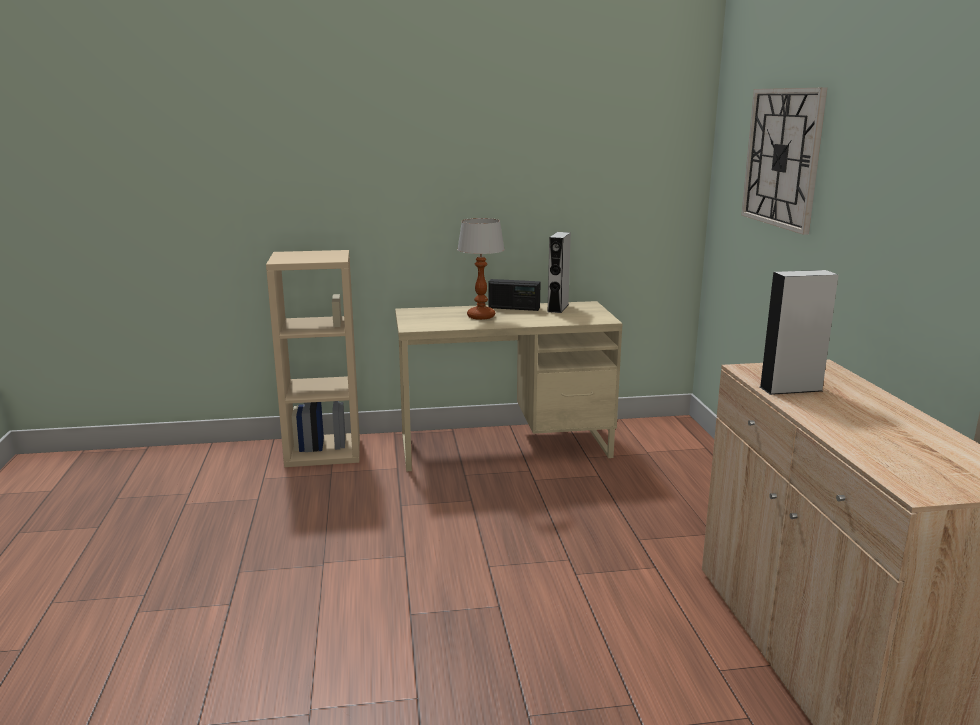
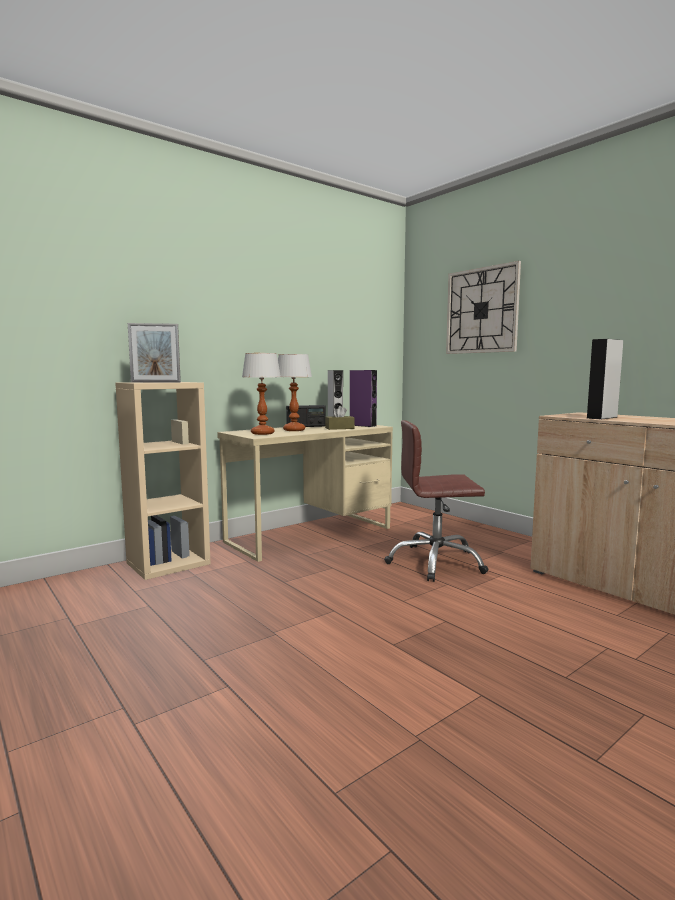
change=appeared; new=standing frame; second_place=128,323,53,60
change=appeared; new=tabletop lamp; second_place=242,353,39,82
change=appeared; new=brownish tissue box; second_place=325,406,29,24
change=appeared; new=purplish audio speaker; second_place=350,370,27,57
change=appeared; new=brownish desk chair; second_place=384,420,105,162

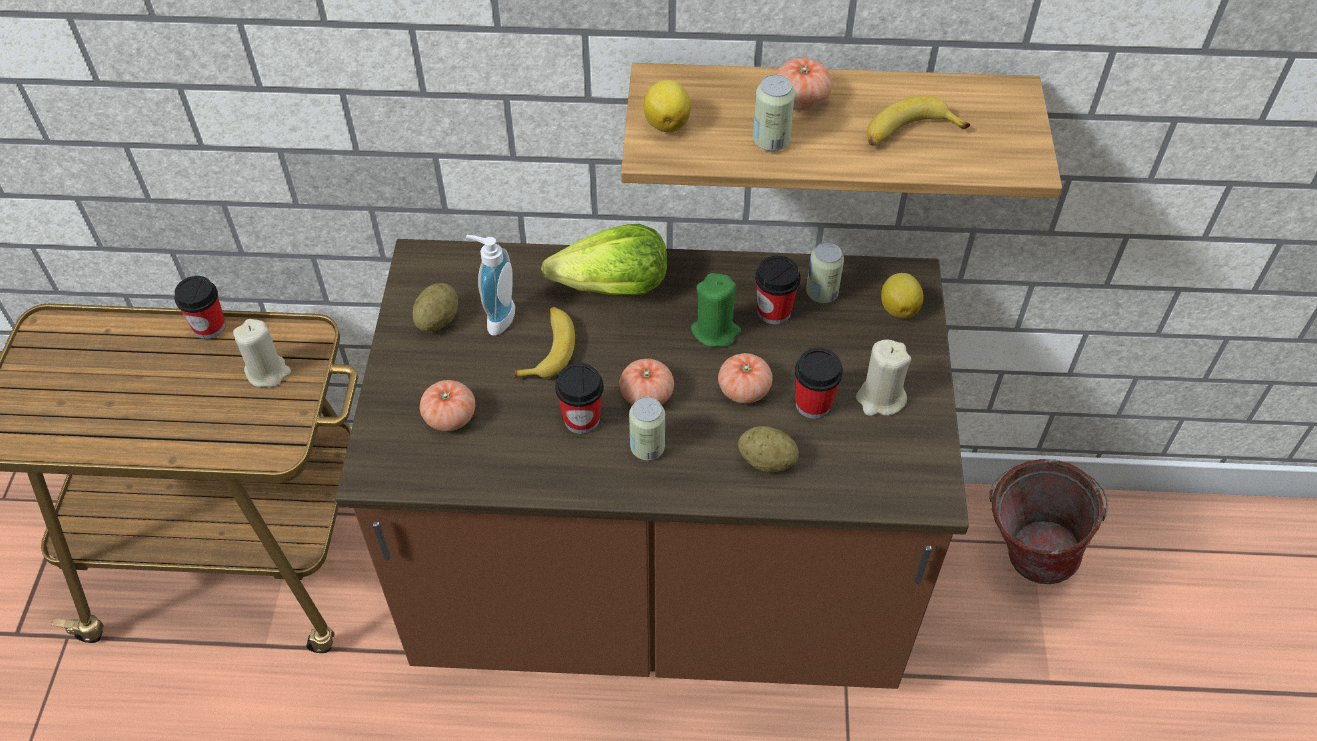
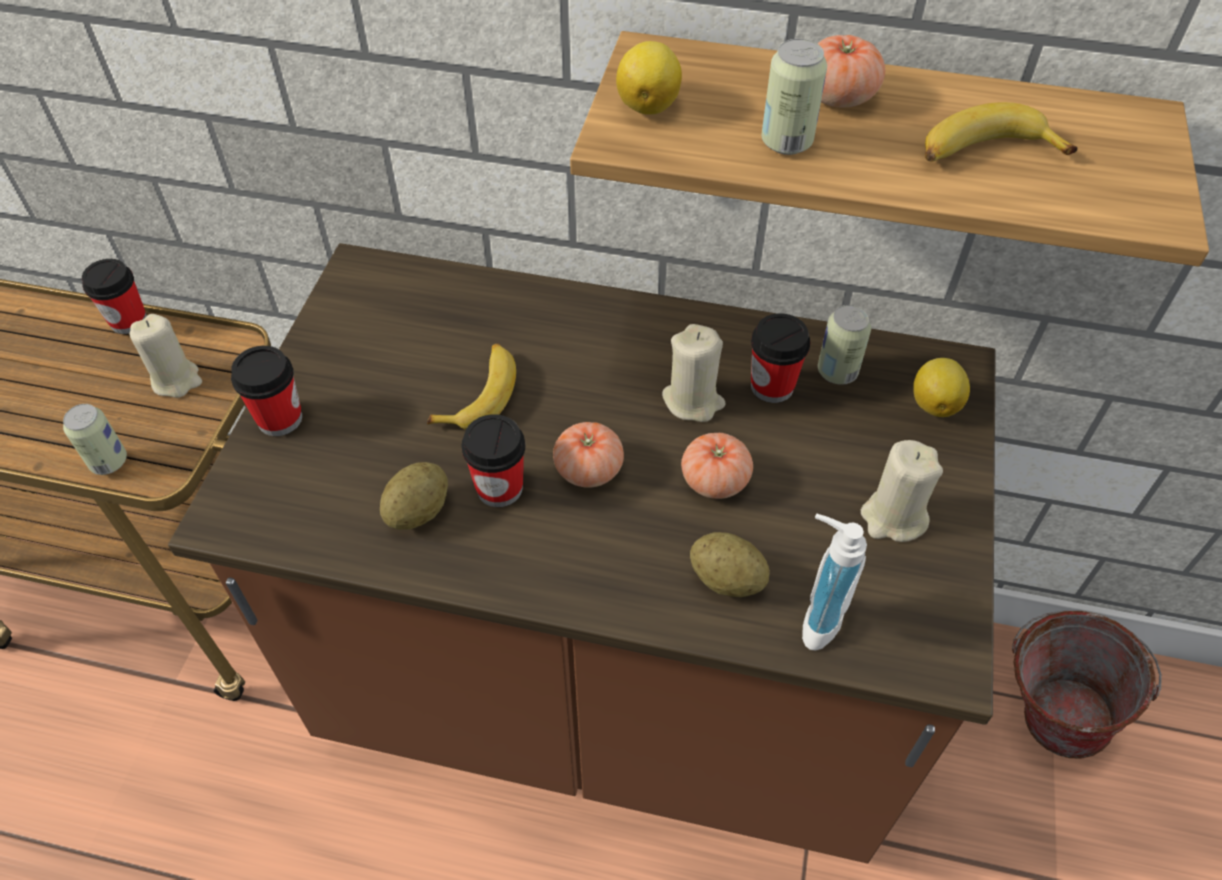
change=missing; old=whole tomato; first_place=420,380,55,51
change=missing; old=lettuce; first_place=541,224,126,71
change=relocated; old=whole potato; first_place=412,283,46,49; second_place=380,462,68,68
change=relocated; old=soap dispenser; first_place=466,235,49,101; second_place=802,513,65,138
change=relocated; old=metal can; first_place=629,397,36,63; second_place=63,404,64,71
change=relocated; old=drinking cup; first_place=795,348,48,71; second_place=231,346,71,90
change=colour; old=green candle; new=beige candle; first_place=691,273,50,74; second_place=662,324,63,98

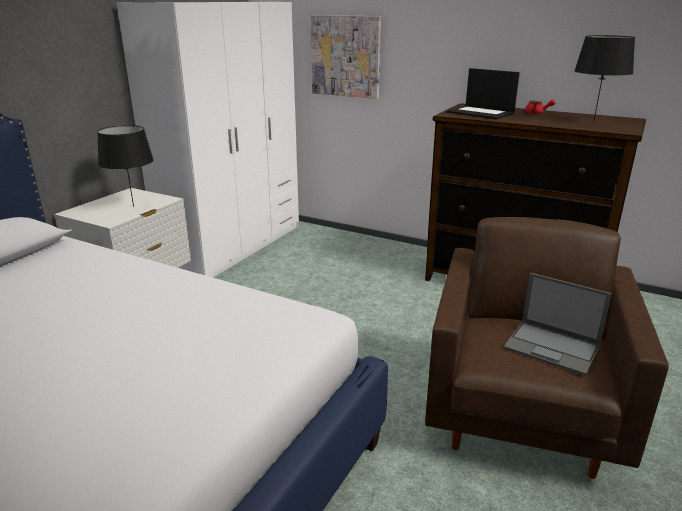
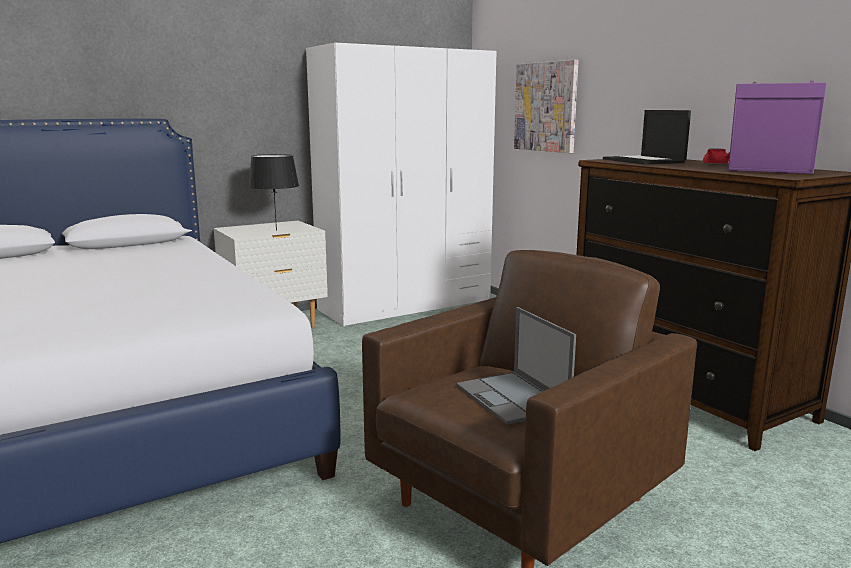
change=exchanged; old=black tabletop lamp; new=purplish audio speaker; first_place=574,35,61,86; second_place=728,81,99,93

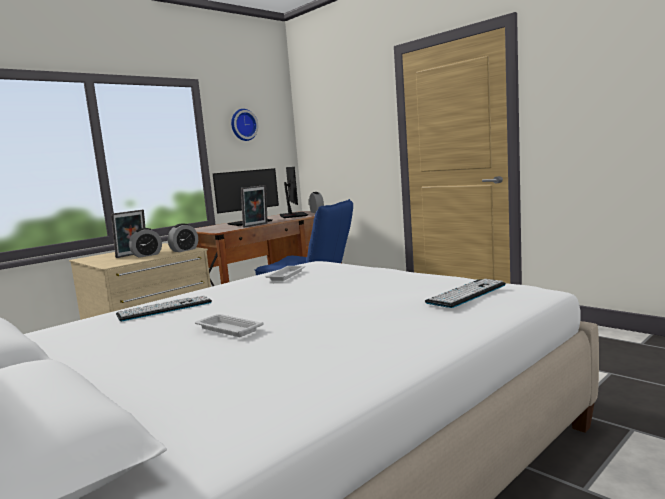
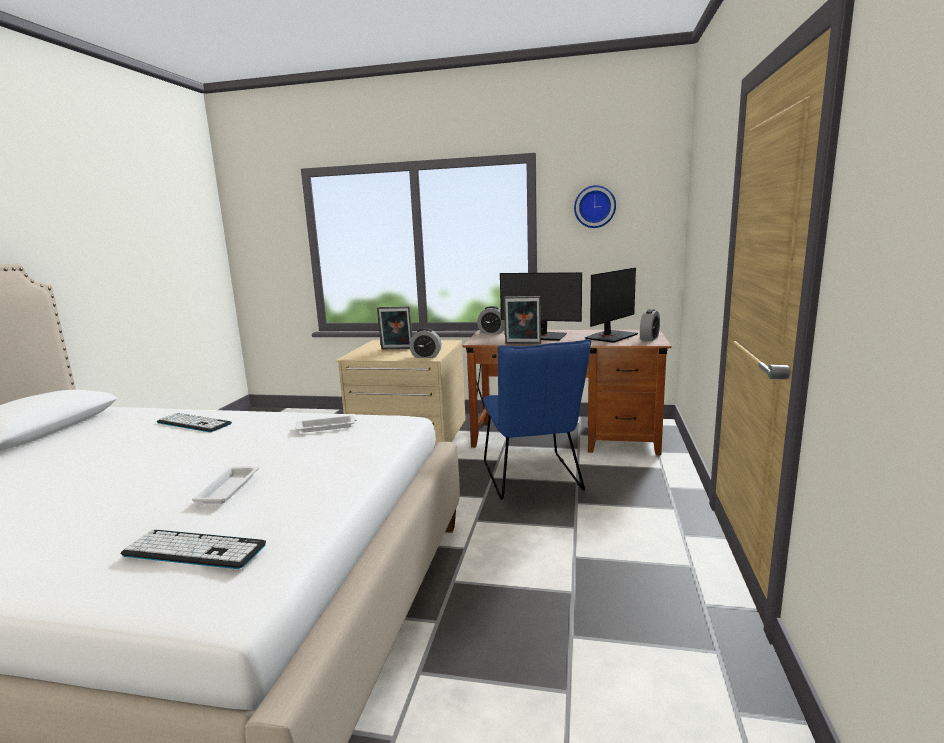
change=relocated; old=alarm clock; first_place=129,228,33,30; second_place=477,306,28,28
change=relocated; old=white-coloured carrying tray; first_place=195,314,68,23; second_place=192,466,67,38

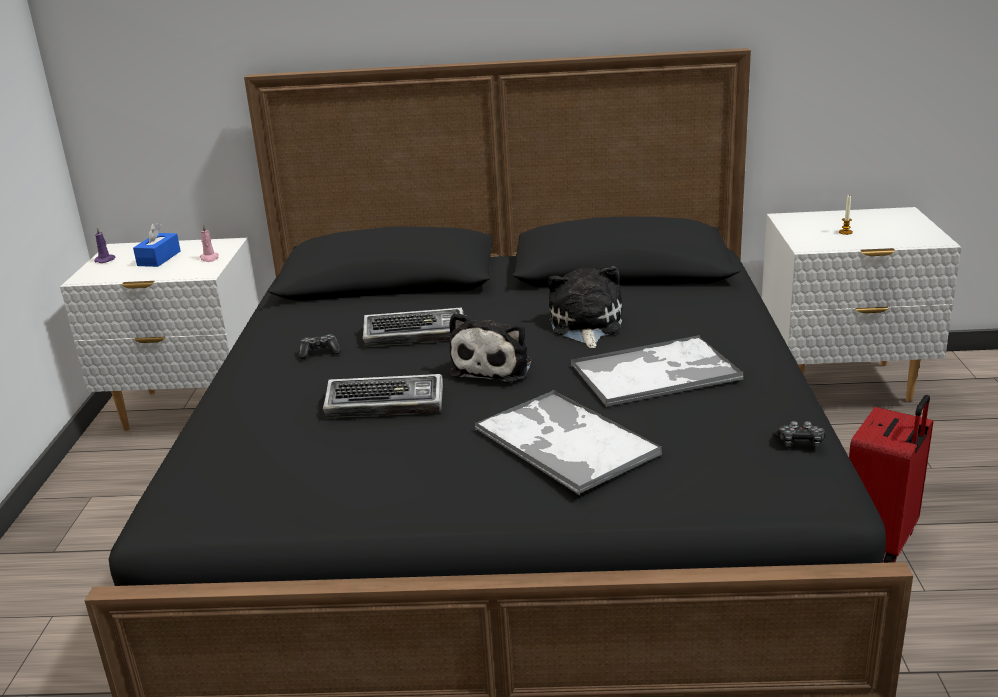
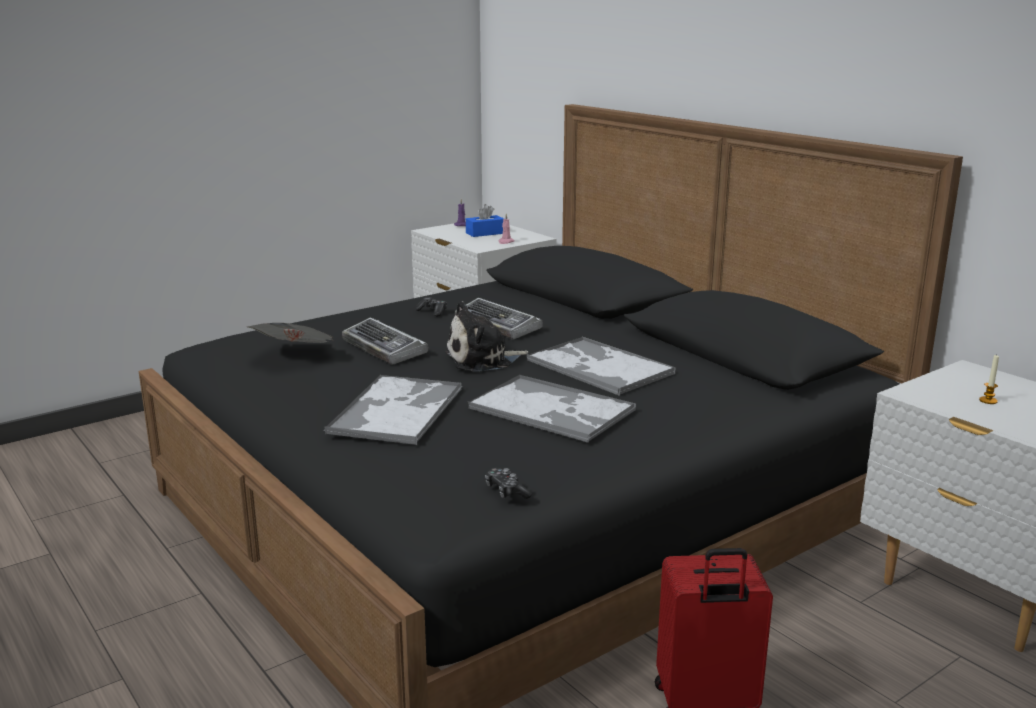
change=appeared; new=printed paper; second_place=248,323,85,20
change=exchanged; old=plush toy; new=carrying tray; first_place=548,266,74,82; second_place=527,337,149,59

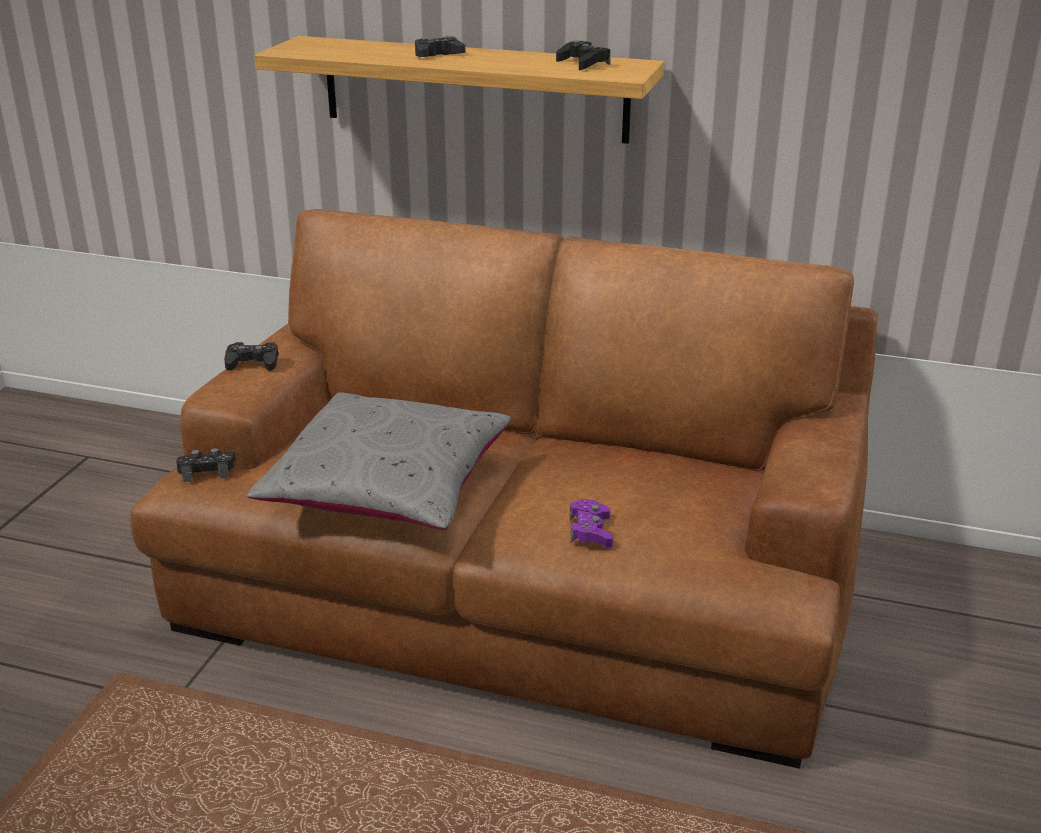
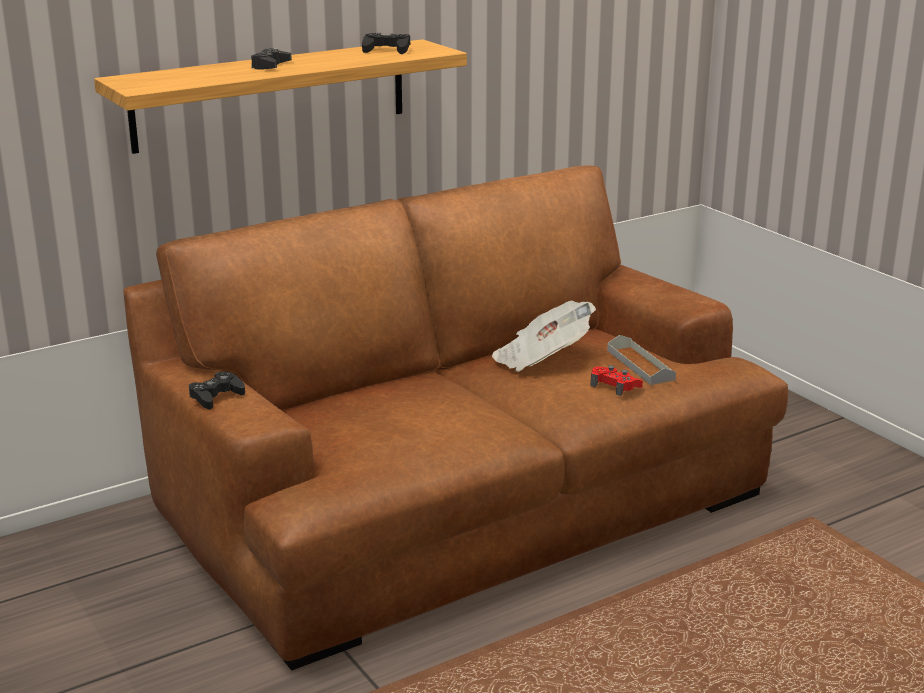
change=missing; old=black joypad; first_place=176,448,60,34
change=missing; old=grey throw pillow; first_place=247,392,264,138
change=appeared; new=printed paper; second_place=492,301,104,71
change=appeared; new=grey carrying tray; second_place=607,335,69,50
change=colour; old=purplish joypad; new=red-coloured joypad; first_place=570,499,43,48; second_place=590,365,53,31

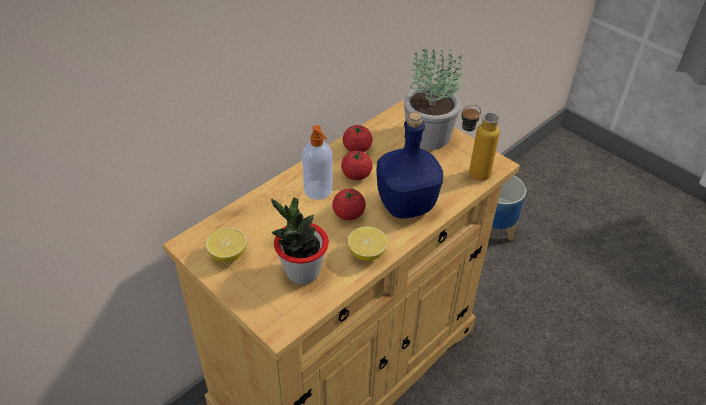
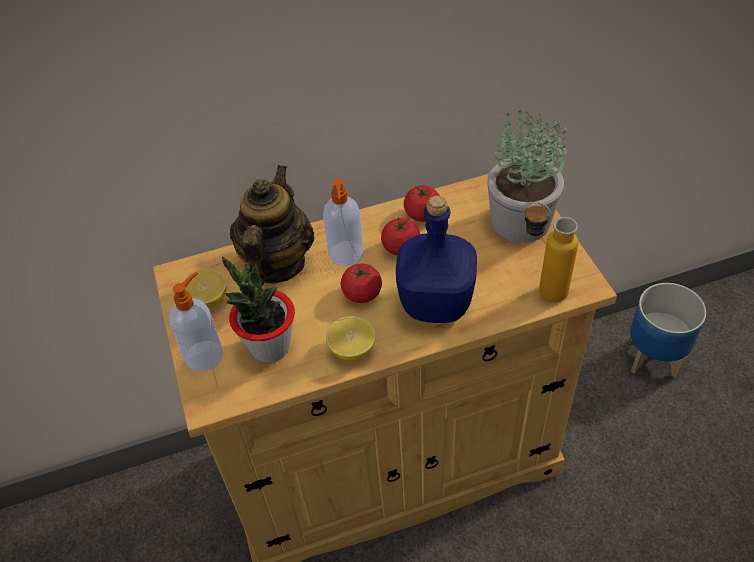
change=appeared; new=soap dispenser; second_place=169,272,54,100
change=appeared; new=tea pot; second_place=230,165,85,121

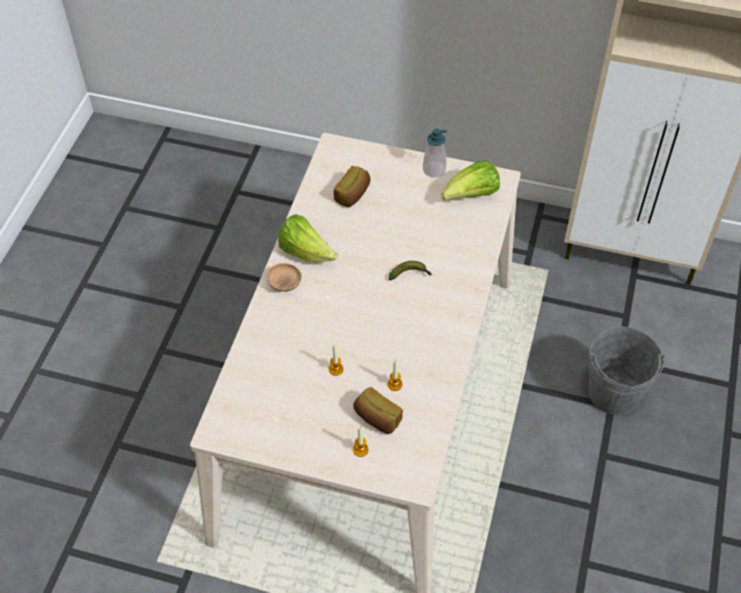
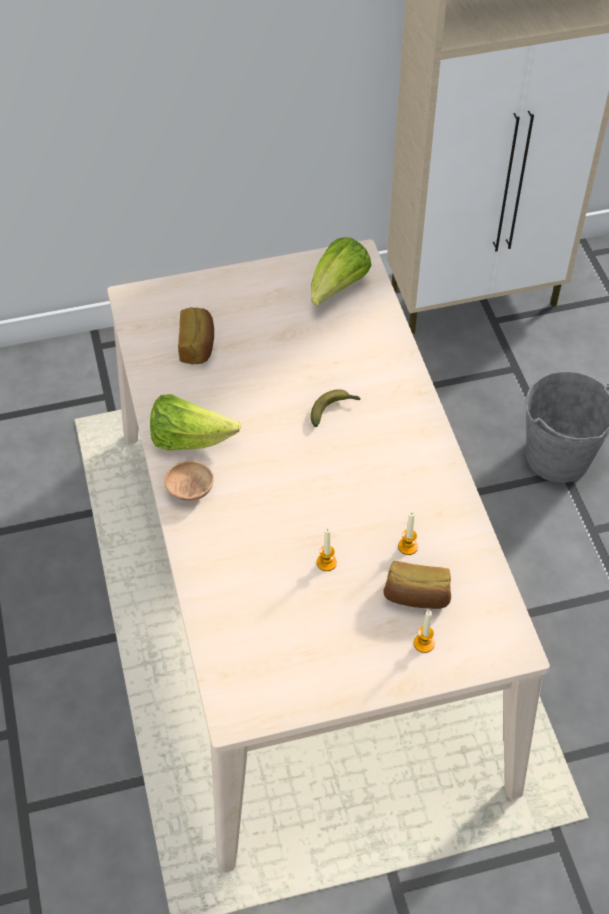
change=missing; old=soap dispenser; first_place=423,129,24,49

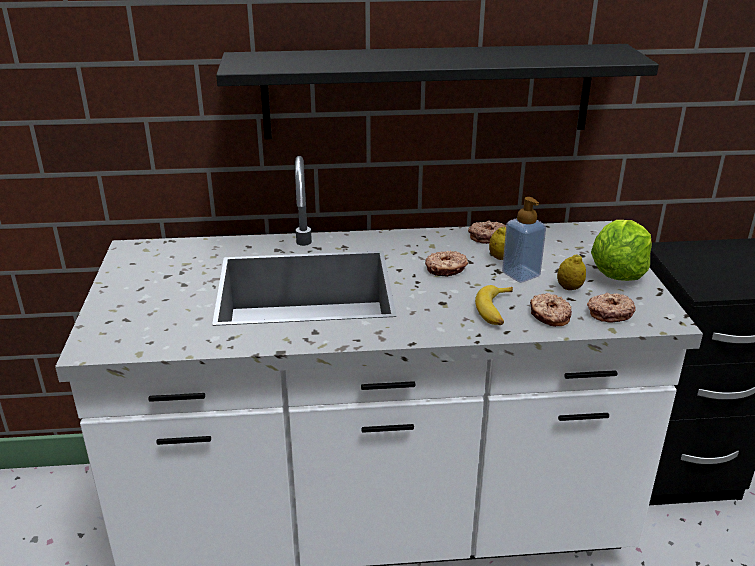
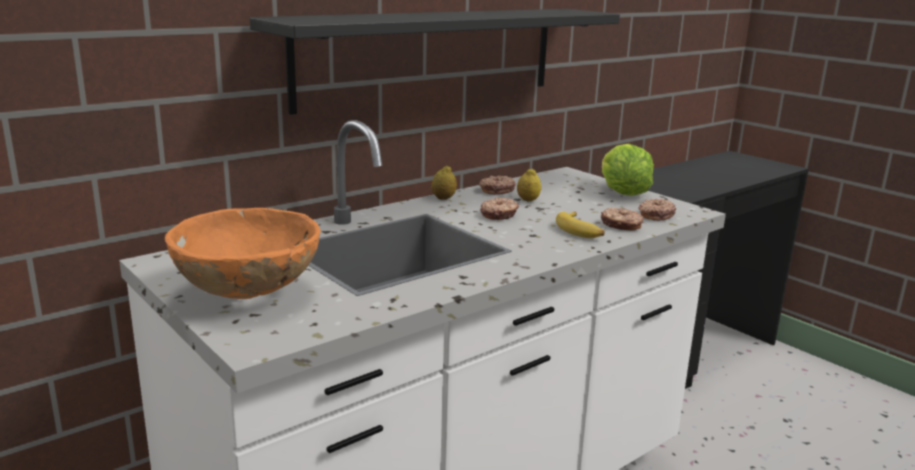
change=missing; old=soap dispenser; first_place=502,197,44,86
change=appeared; new=orange-coloured bowl; second_place=165,208,156,91
change=relocated; old=whole lemon; first_place=557,254,29,36; second_place=432,165,25,35

